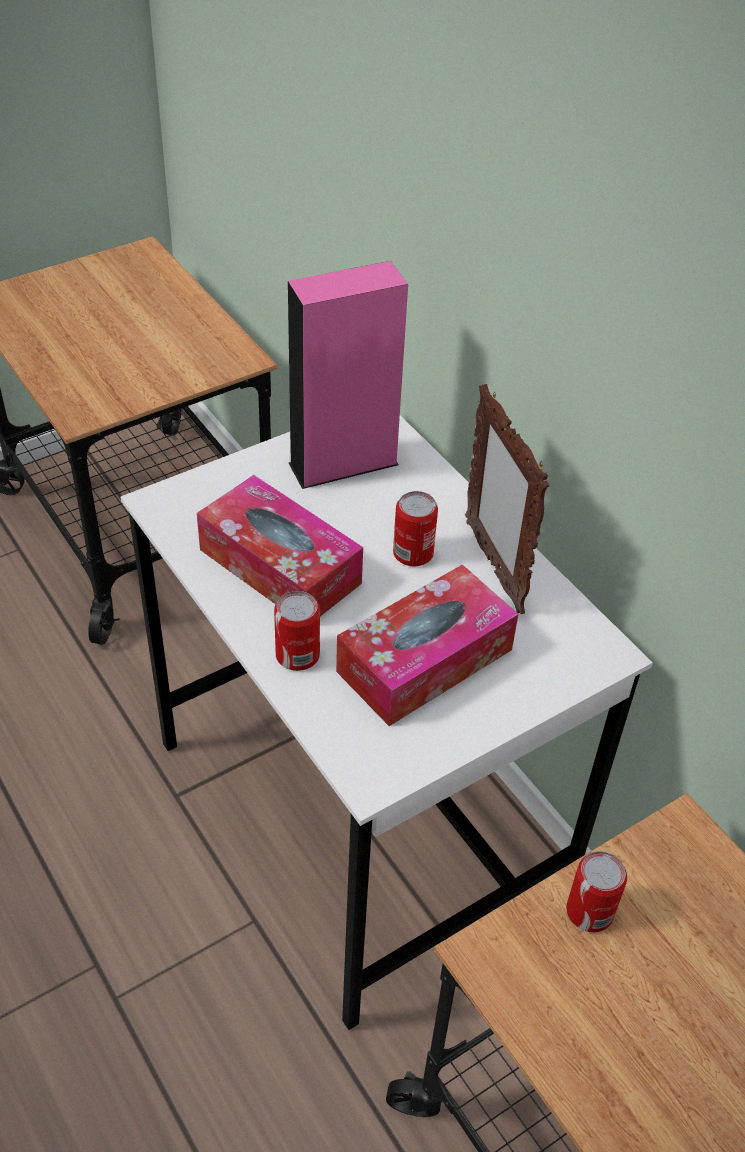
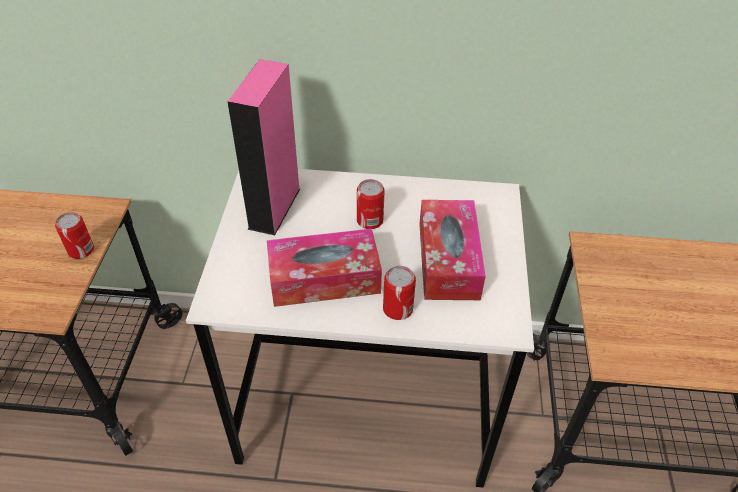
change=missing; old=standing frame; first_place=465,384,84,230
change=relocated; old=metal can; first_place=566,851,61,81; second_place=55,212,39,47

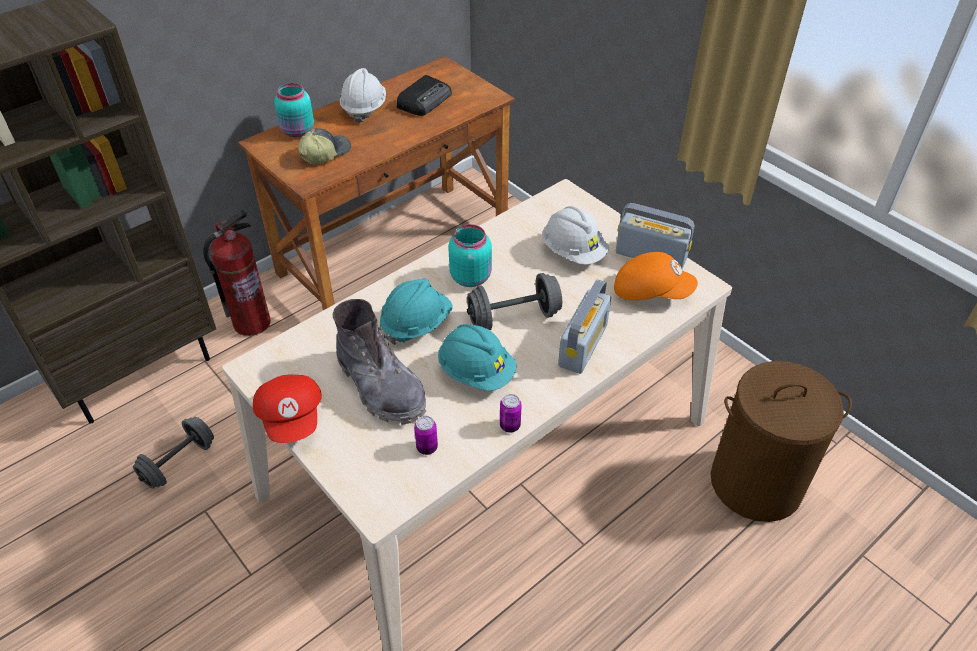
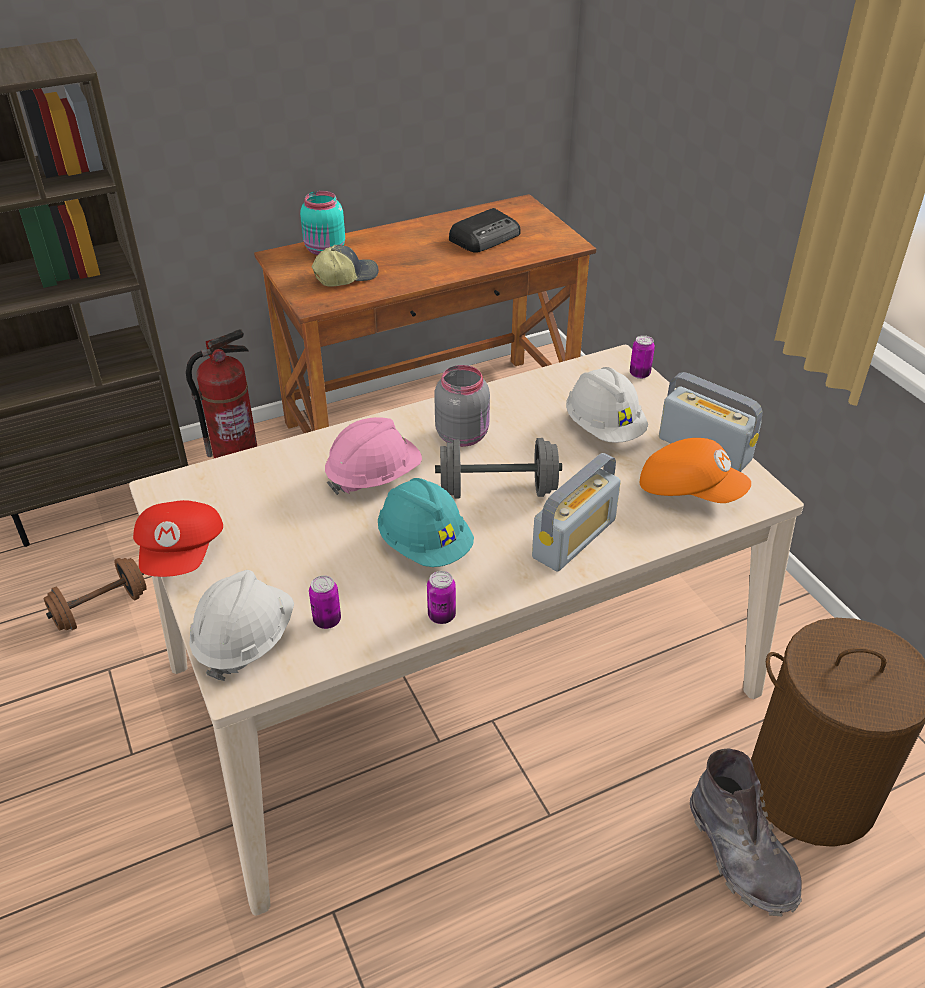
change=appeared; new=metal can; second_place=630,335,25,44
change=relocated; old=grey high-top boot; first_place=333,299,93,126; second_place=690,748,112,168
change=relocated; old=white-coloured hard hat; first_place=340,68,46,55; second_place=189,570,105,111
change=colour; old=grey free weight; new=brownish free weight; first_place=133,417,81,72; second_place=44,558,103,72
change=colour; old=turquoise hard hat; new=pink-coloured hard hat; first_place=380,279,73,66; second_place=325,417,97,78
change=colour; old=turquoise preserve jar; new=grey preserve jar; first_place=448,224,44,63; second_place=434,365,56,82

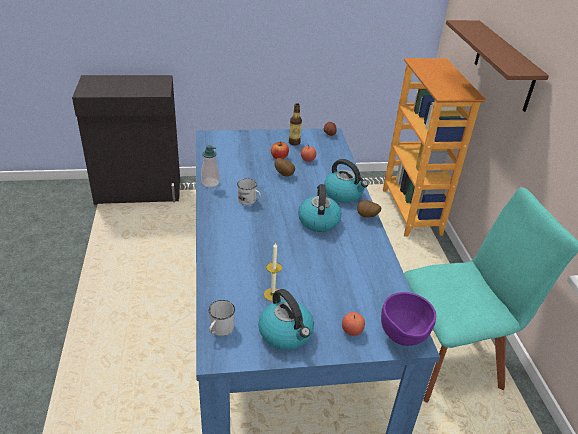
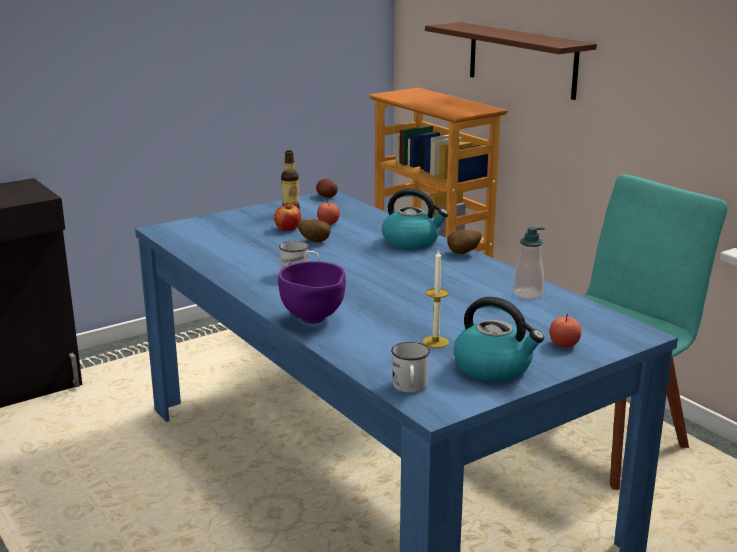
change=missing; old=tea kettle; first_place=298,184,44,48
change=relocated; old=soap dispenser; first_place=201,145,18,42; second_place=513,227,32,72
change=relocated; old=purplish bowl; first_place=381,292,55,54; second_place=278,261,68,63

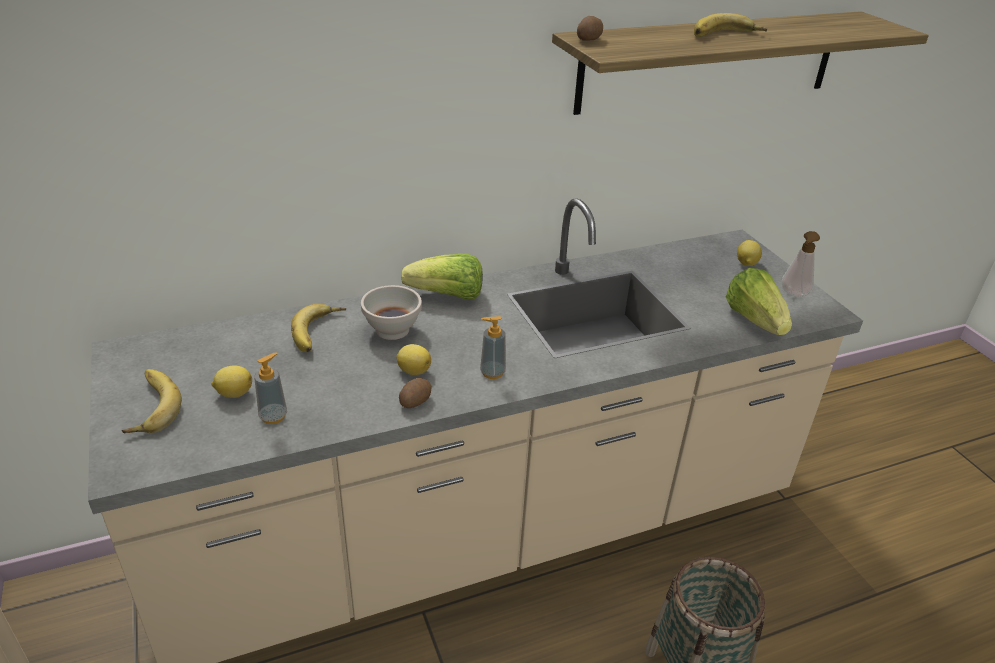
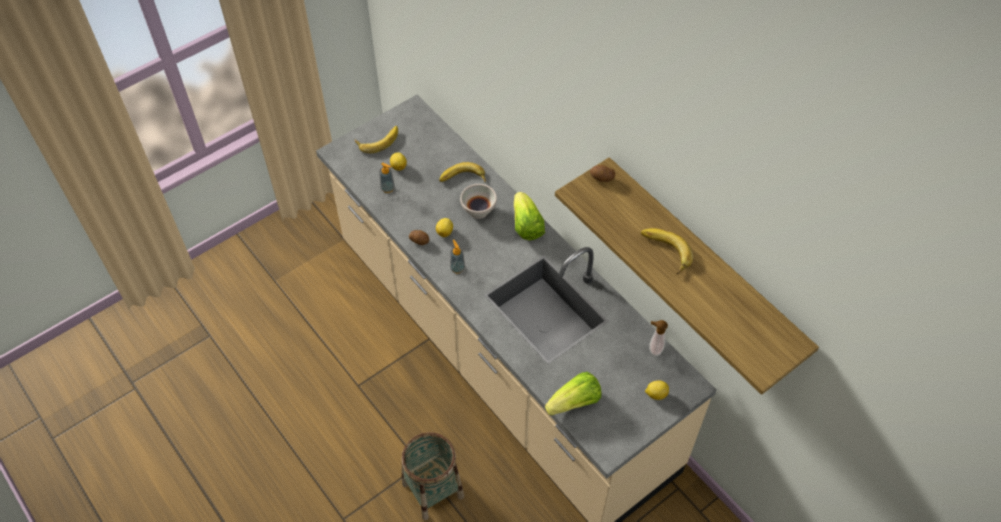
change=relocated; old=soap dispenser; first_place=782,231,38,66; second_place=649,320,19,36

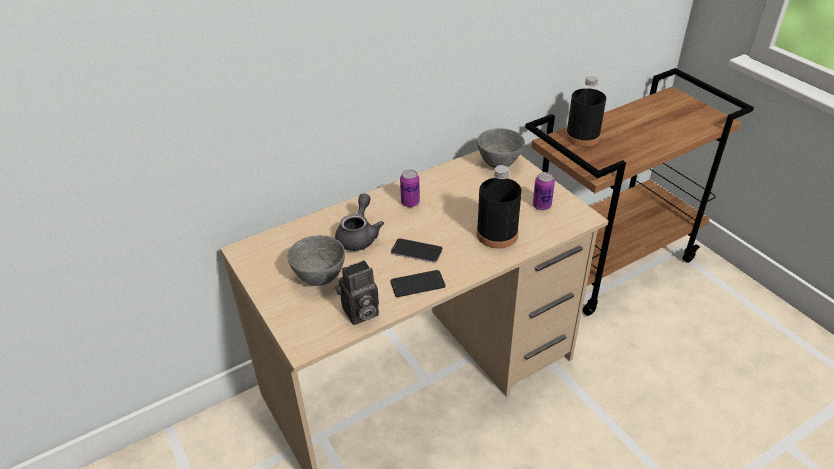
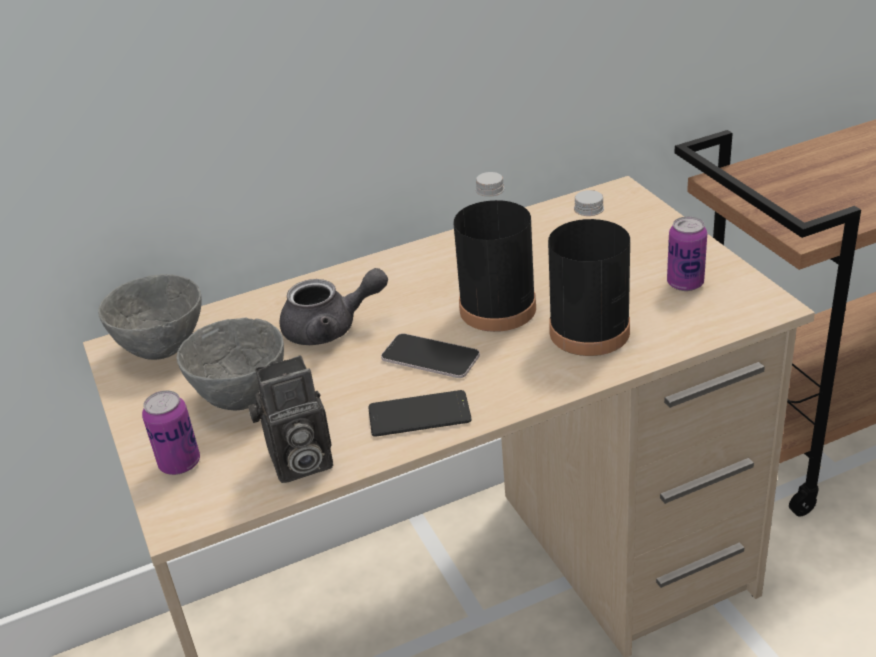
change=relocated; old=metal can; first_place=400,170,20,37; second_place=142,390,58,85
change=relocated; old=grey bowl; first_place=477,128,48,40; second_place=98,274,104,86
change=relocated; old=black drink bottle; first_place=566,76,40,71; second_place=453,172,83,160
change=spun; old=grey tea pot; first_place=335,194,49,57; second_place=280,268,108,77; degrees=60

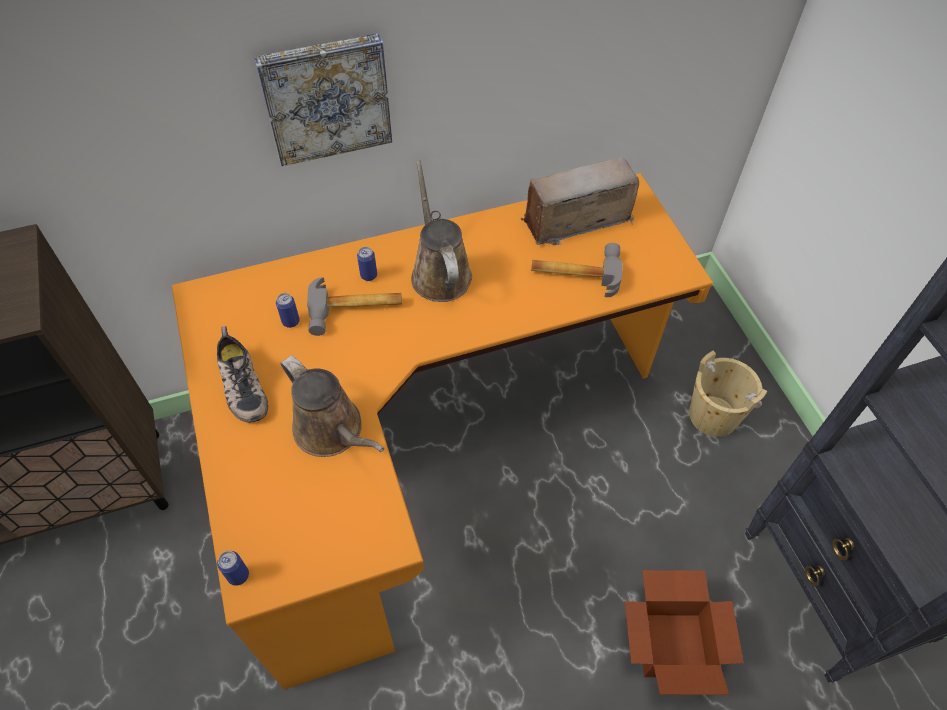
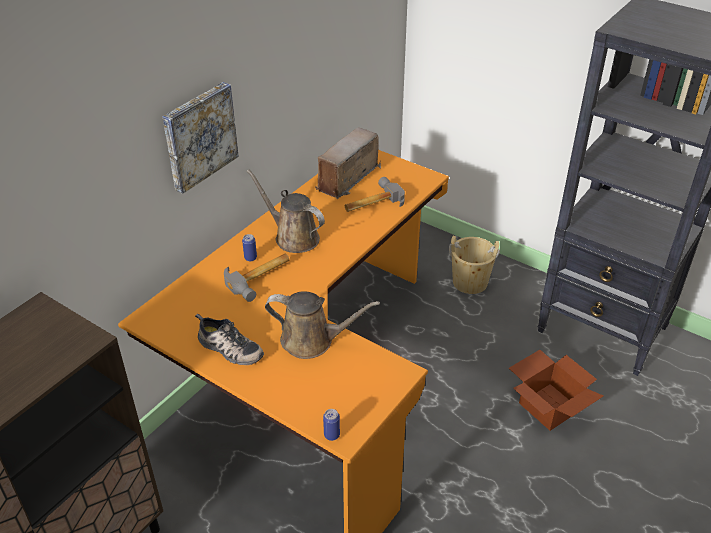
change=missing; old=metal can; first_place=276,293,24,35

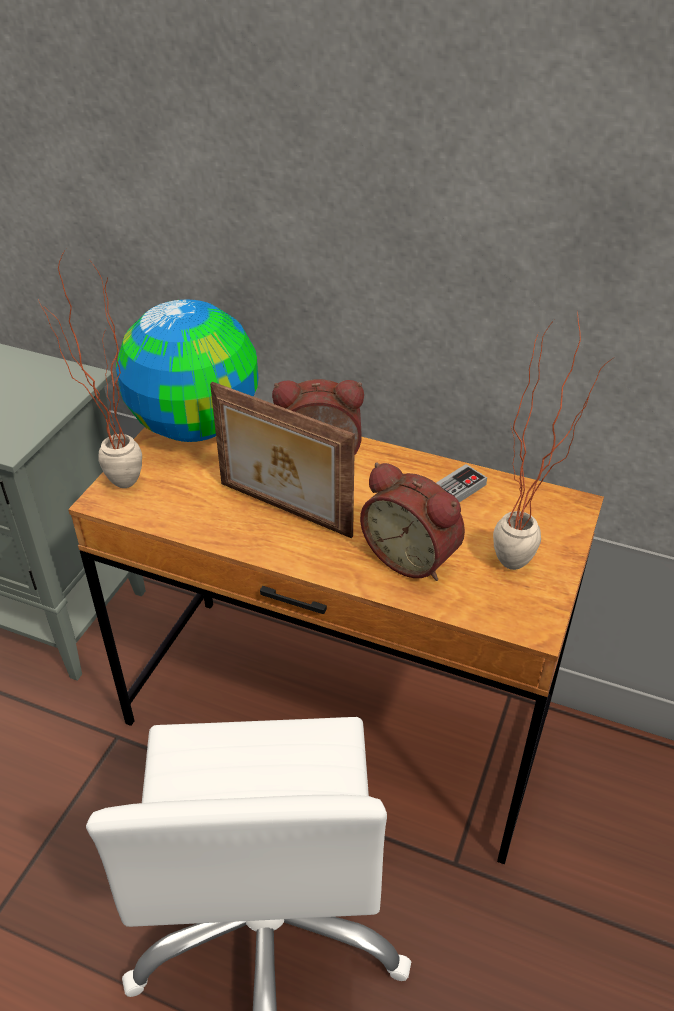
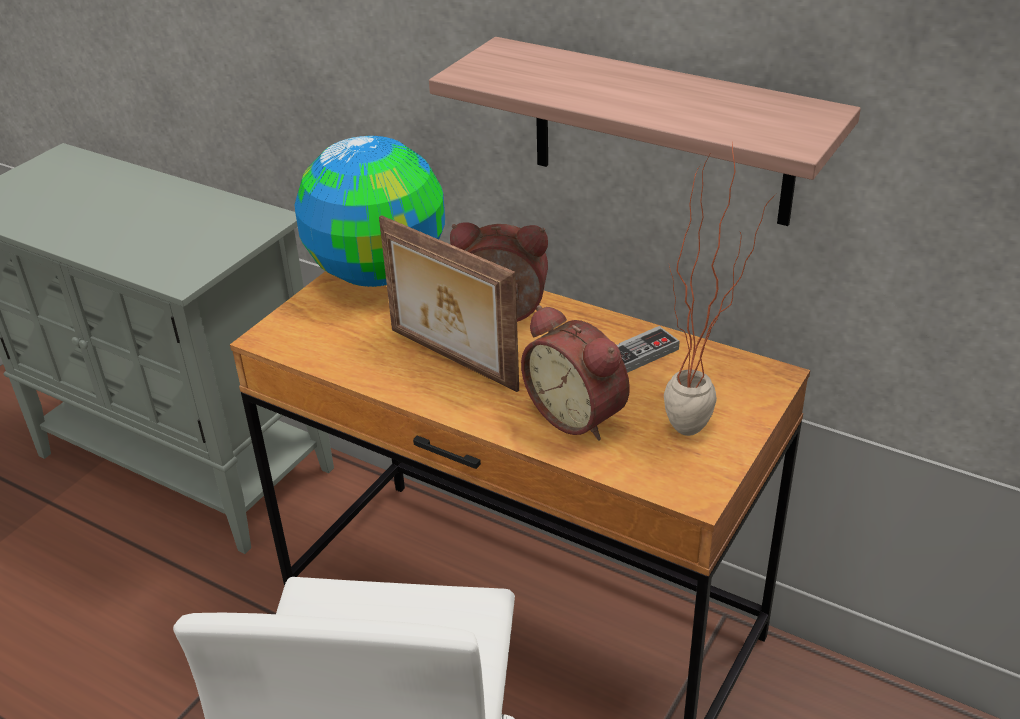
change=missing; old=potted plant; first_place=38,249,104,239
change=appeared; new=wall shelf; second_place=429,37,432,189

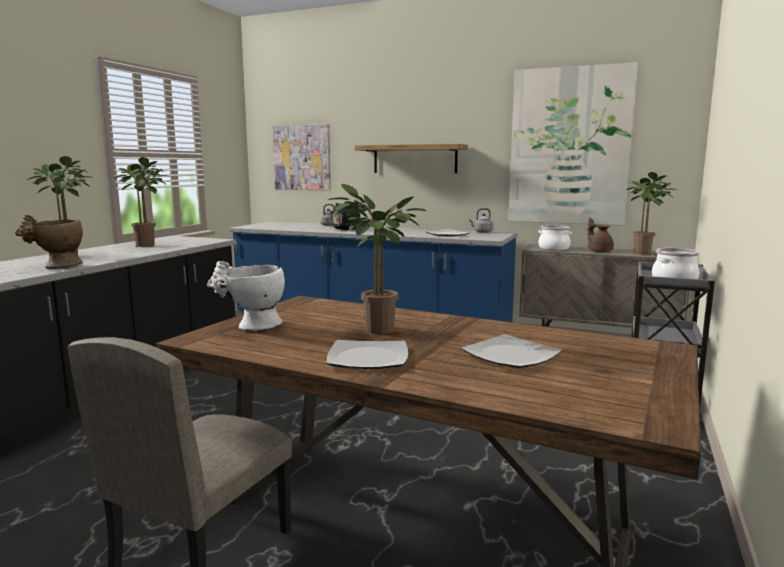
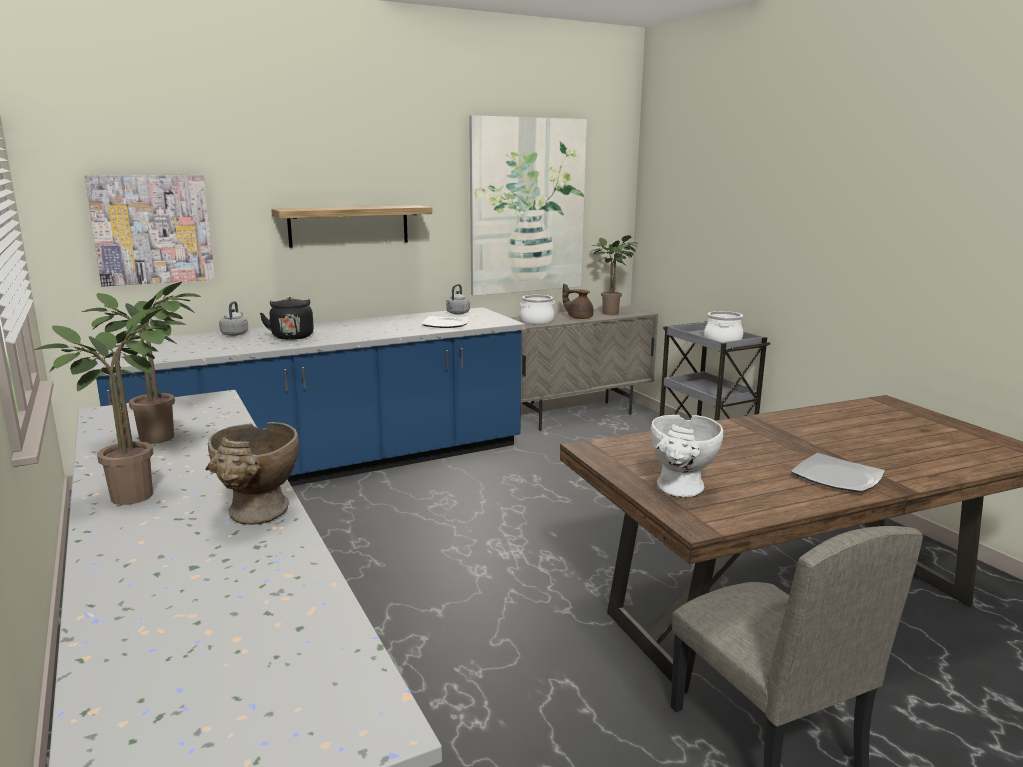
change=missing; old=potted plant; first_place=328,184,99,150
change=missing; old=dinner plate; first_place=461,334,101,34

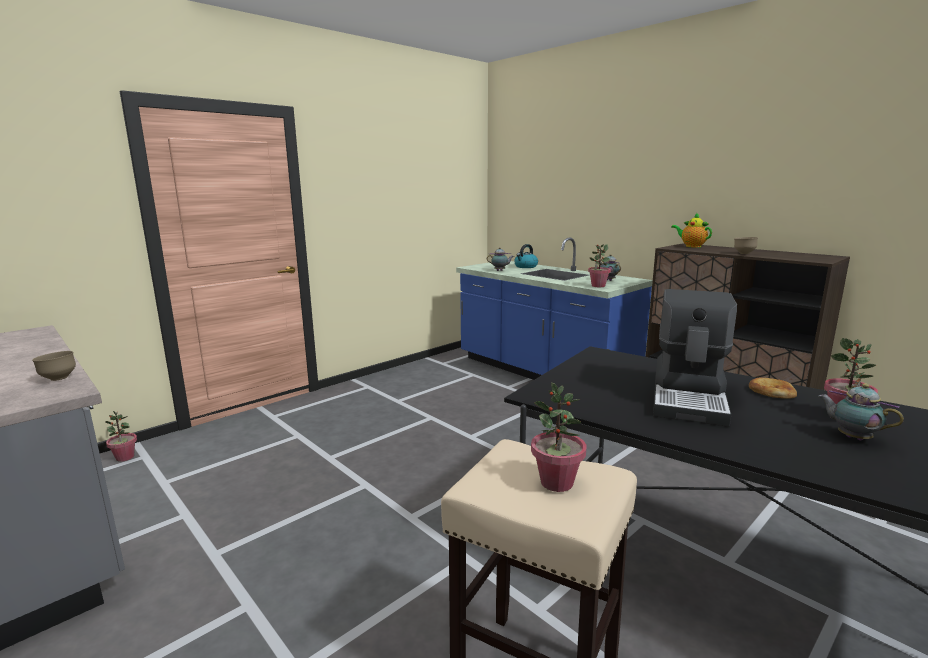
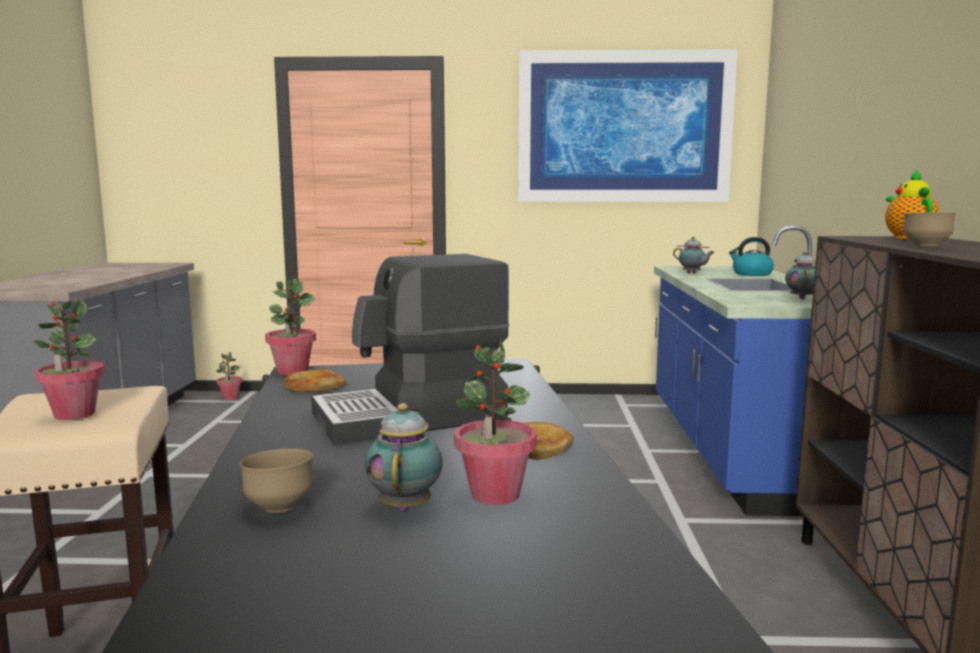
change=appeared; new=baked bread; second_place=284,369,62,23
change=appeared; new=wall art; second_place=518,49,220,153
change=relocated; old=brownish bowl; first_place=32,351,44,30; second_place=240,448,73,65
change=relocated; old=potted plant; first_place=588,244,23,43; second_place=265,279,51,96

